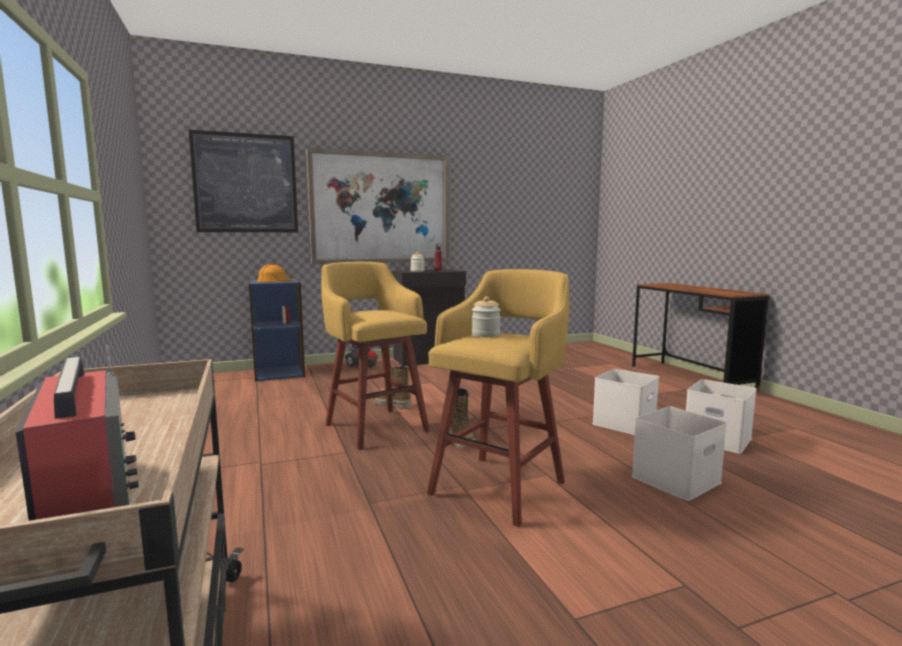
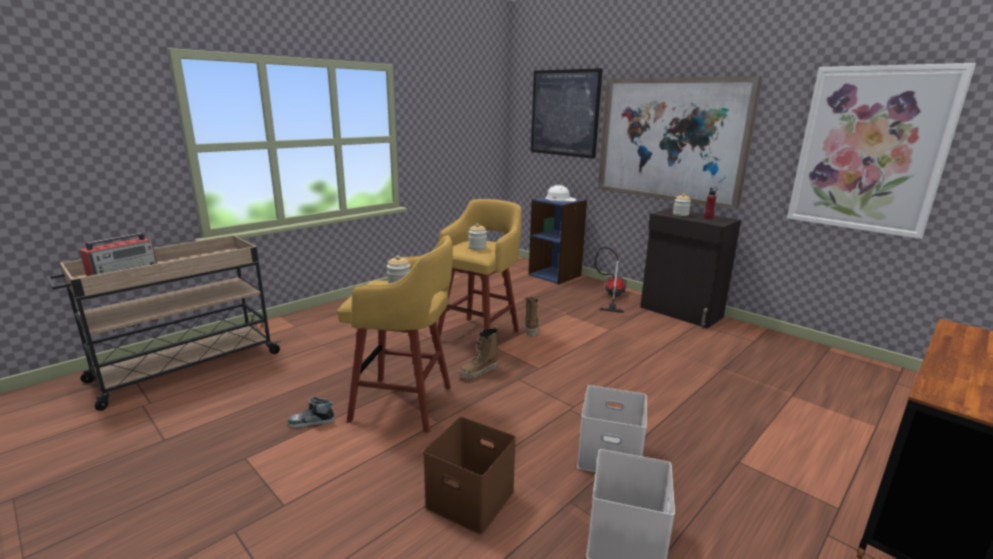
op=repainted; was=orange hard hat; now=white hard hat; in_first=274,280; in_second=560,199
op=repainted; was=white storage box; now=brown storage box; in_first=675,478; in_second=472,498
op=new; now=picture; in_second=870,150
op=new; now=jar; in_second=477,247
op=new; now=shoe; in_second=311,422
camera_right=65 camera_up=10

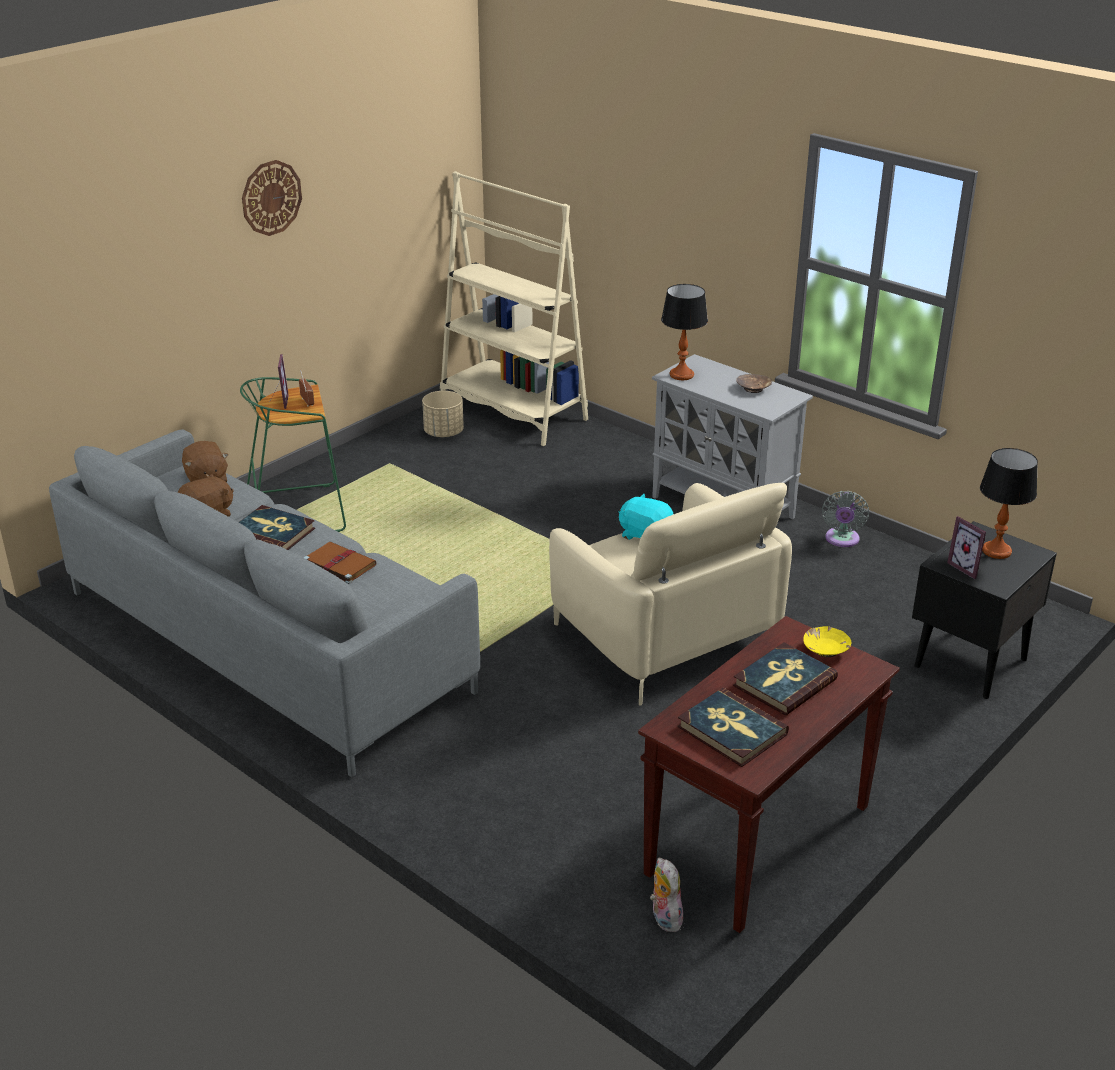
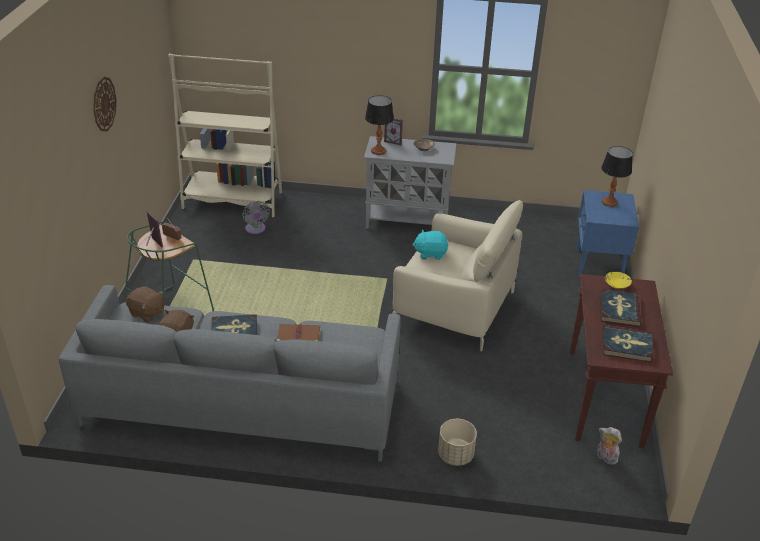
op=shifted; was=beige planter; in_first=443,433; in_second=455,455
op=shifted; was=grey fan; in_first=841,540; in_second=255,229
op=shifted; was=picture frame; in_first=968,567; in_second=394,141
op=repainted; was=black nightstand; now=blue nightstand; in_first=968,663; in_second=598,264
camera_right=-35 camera_up=5

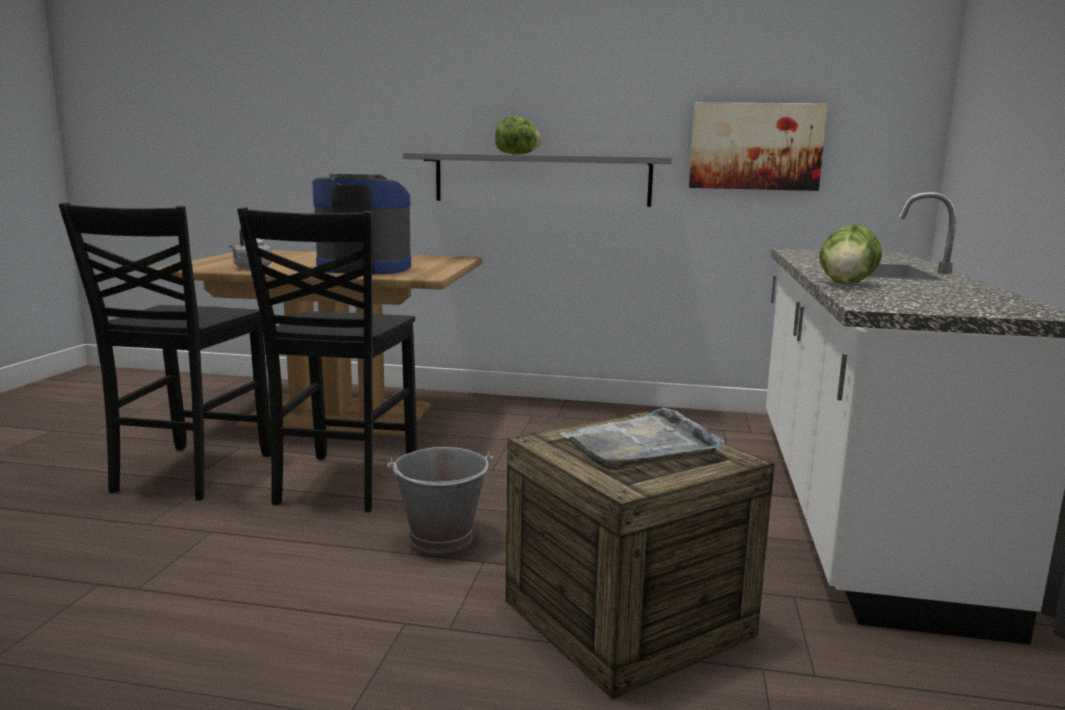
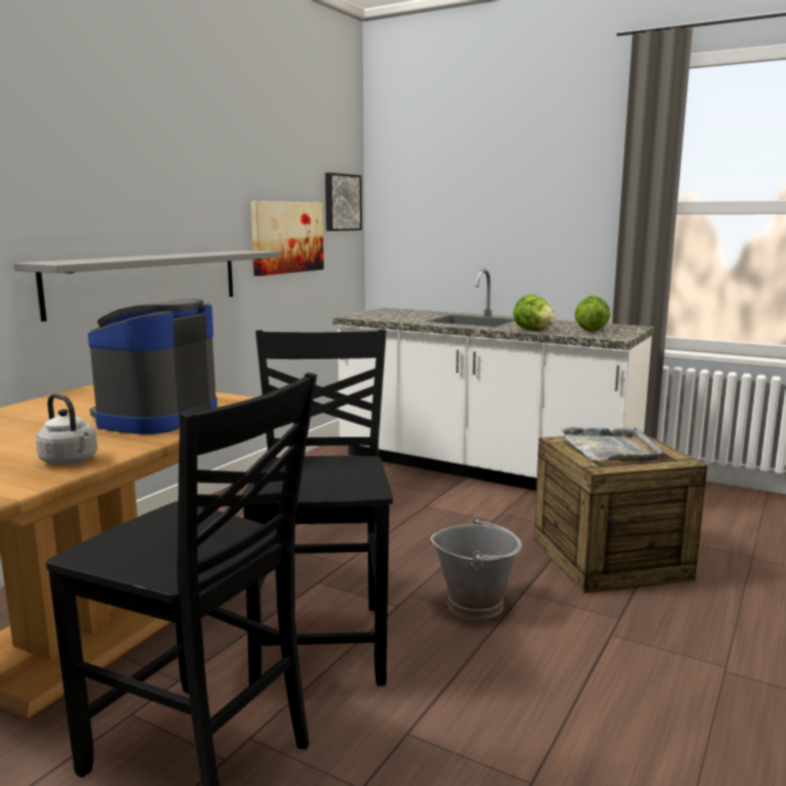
op=shifted; was=lettuce; in_first=517,154; in_second=590,331
op=rotated; was=black chair; in_first=343,484; in_second=324,642; clockwise=-120
op=new; now=picture; in_second=341,202
camera_right=-70 camera_up=0

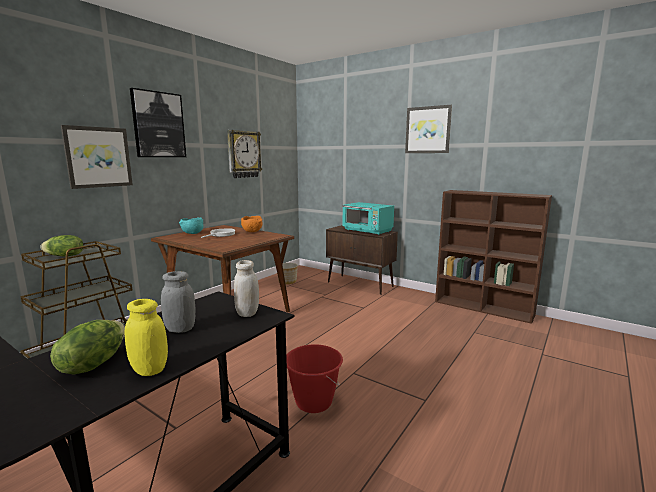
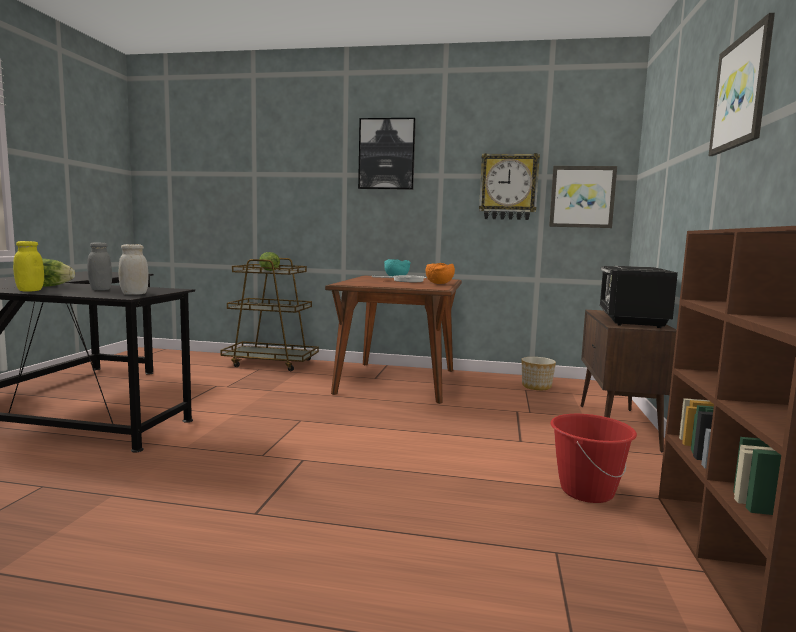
op=shifted; was=picture; in_first=98,157; in_second=582,197
op=repainted; was=turquoise microwave; now=black microwave; in_first=367,231; in_second=631,321
op=shifted; was=red bucket; in_first=313,402; in_second=586,491
camera_right=65 camera_up=-5

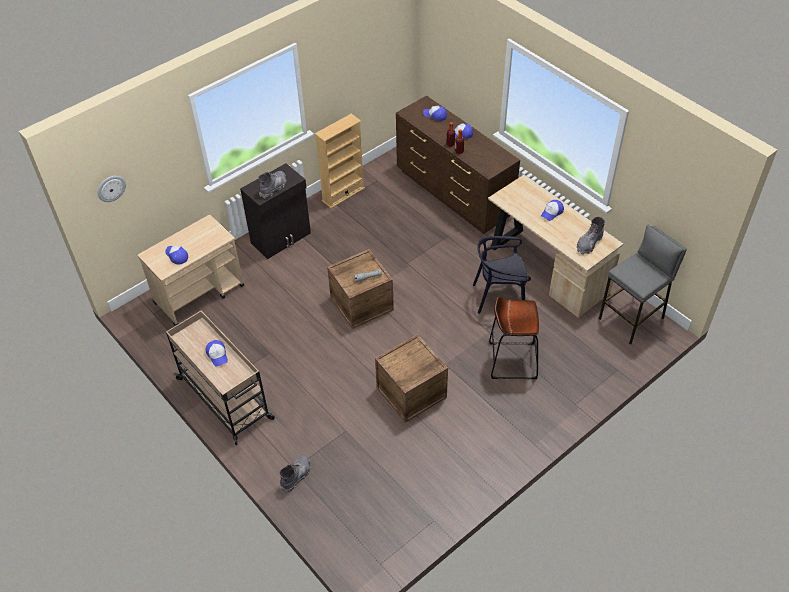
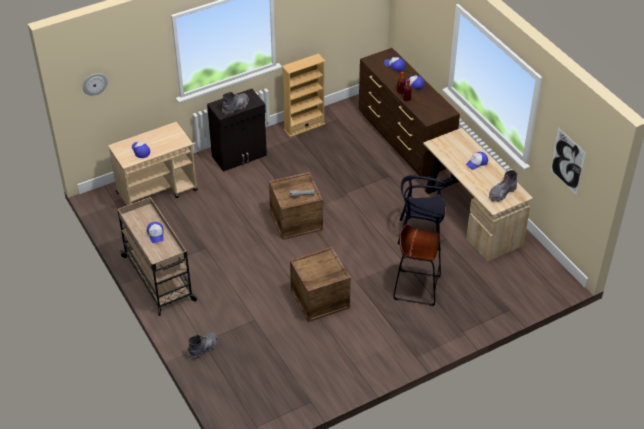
op=gone; was=grey stool; in_first=632,319
op=new; now=picture; in_second=567,161
camera_right=10 camera_up=-5

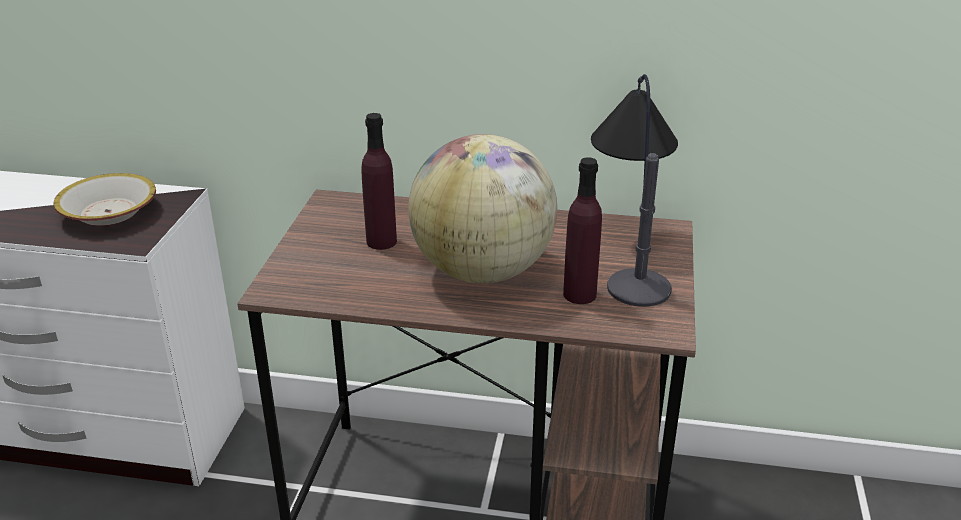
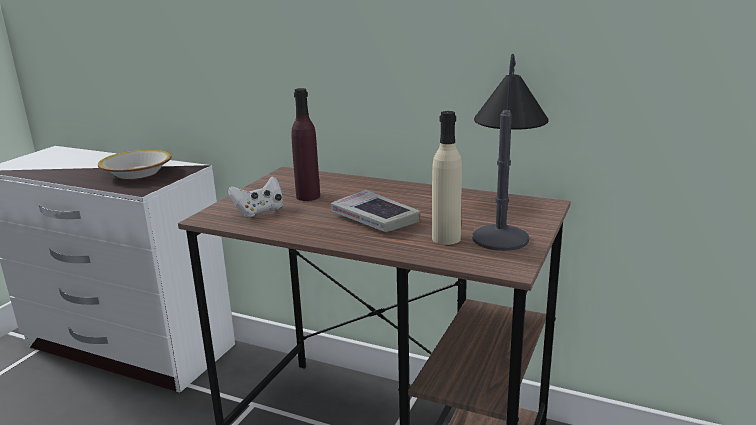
op=swapped; was=globe; now=book; in_first=482,271; in_second=374,218
op=repainted; was=purple bottle; now=beige bottle; in_first=579,294; in_second=446,238
op=new; now=white game controller; in_second=259,211
camera_right=15 camera_up=-10

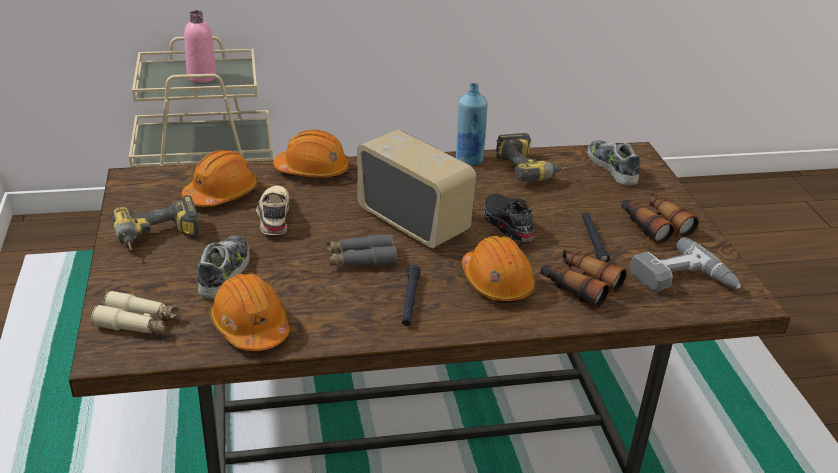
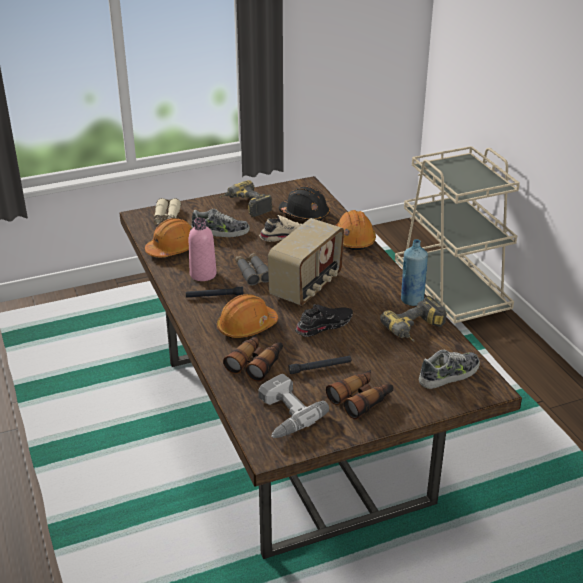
op=shifted; was=pink bottle; in_first=202,77; in_second=203,274
op=repainted; was=orange hard hat; now=black hard hat; in_first=221,194; in_second=304,214
camera_right=80 camera_up=0

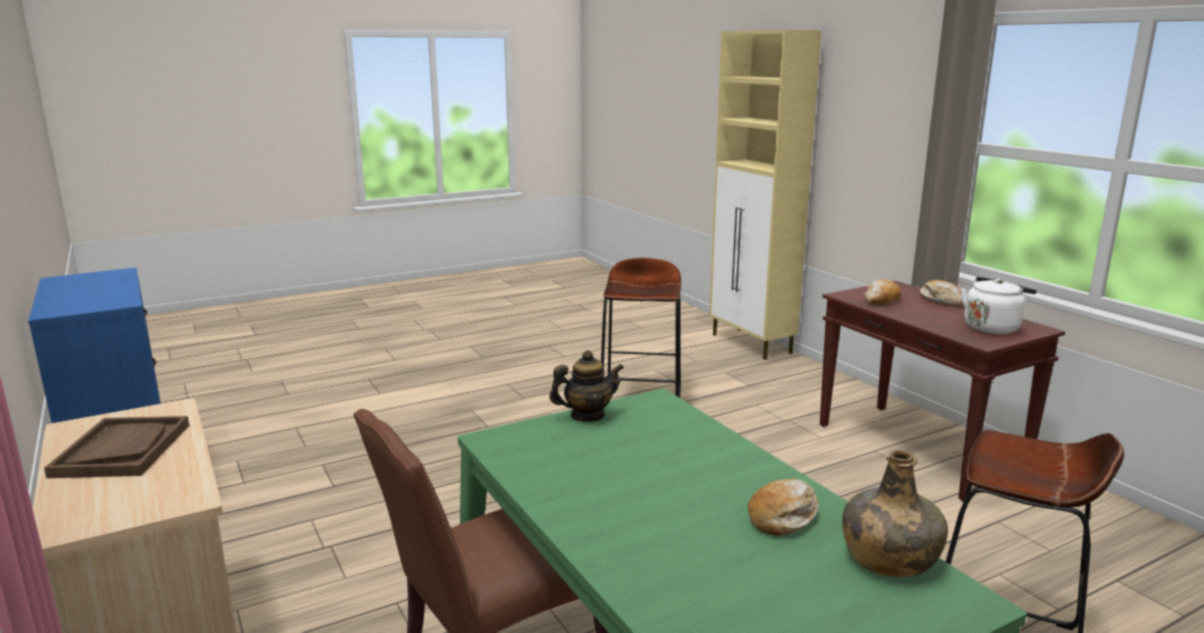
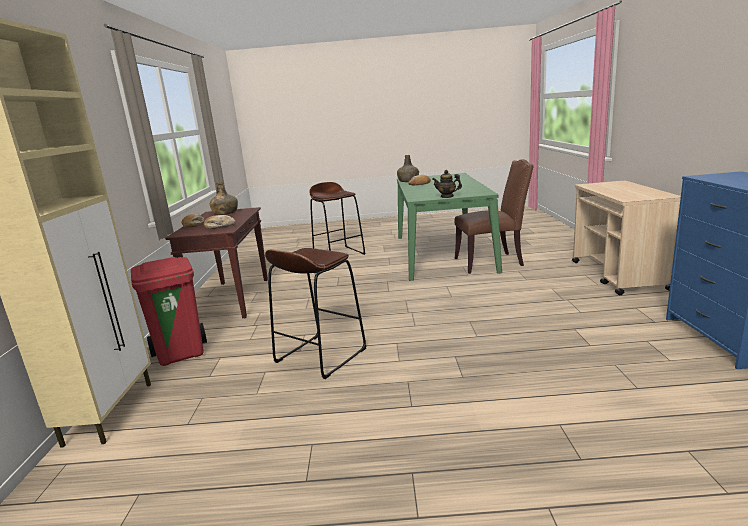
op=swapped; was=white kettle; now=green bottle; in_first=992,327; in_second=225,213
op=gone; was=brown tray; in_first=122,450
op=new; now=red trash can; in_second=181,353
camera_right=-150 camera_up=0

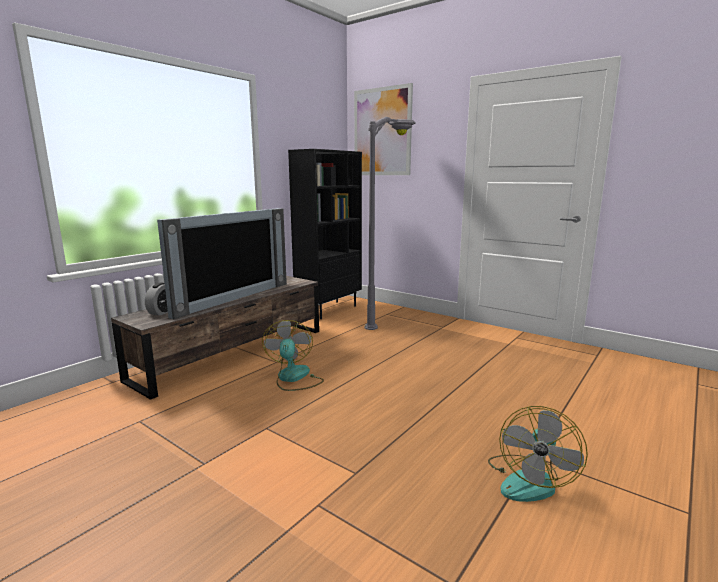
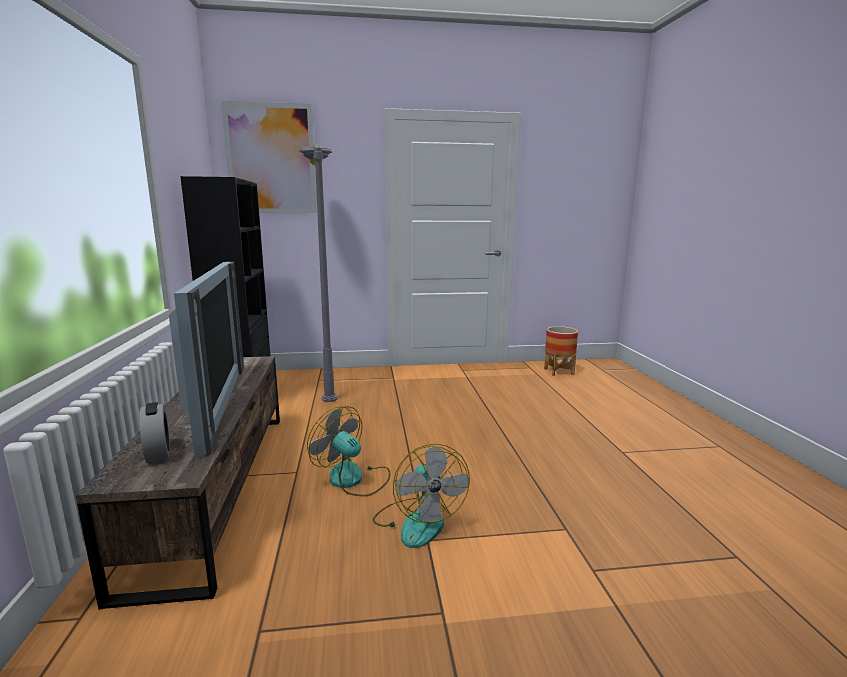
op=shifted; was=fan; in_first=529,480; in_second=418,521
op=new; now=planter; in_second=559,372
camera_right=-45 camera_up=0

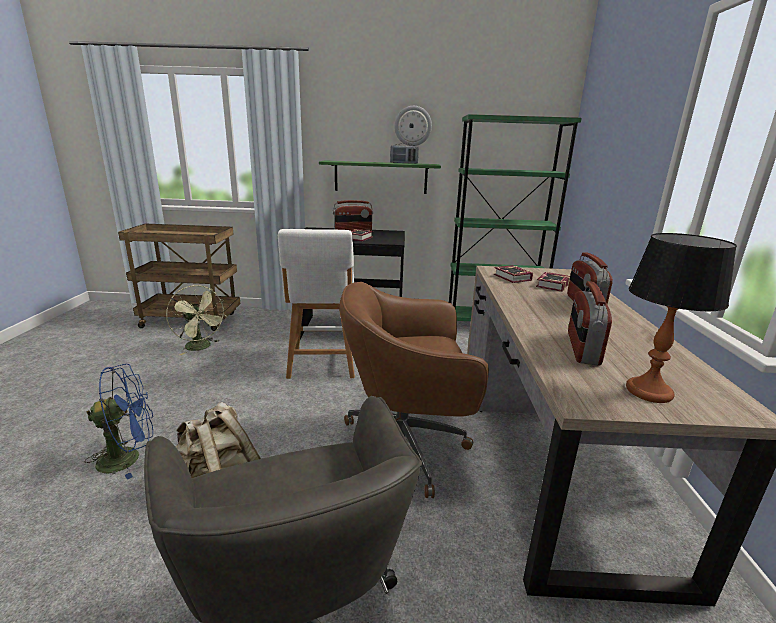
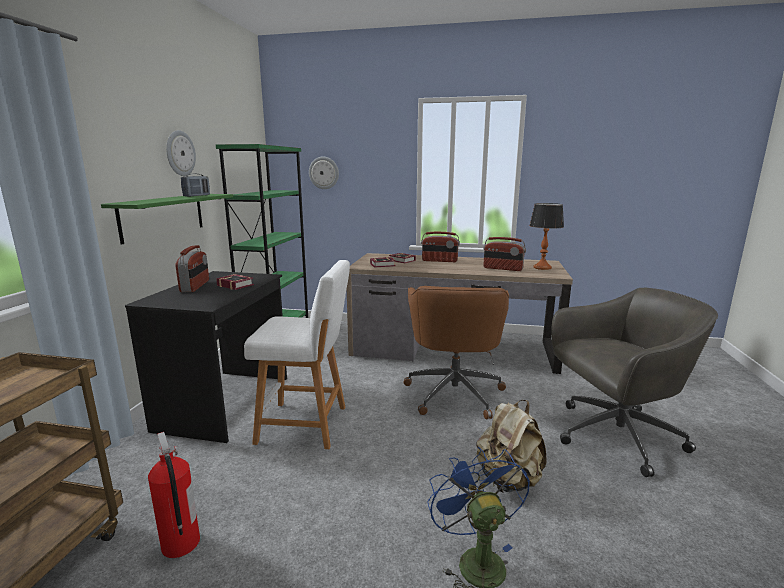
op=swapped; was=green fan; now=fire extinguisher; in_first=201,347; in_second=180,545
op=new; now=wall clock; in_second=324,173
camera_right=-80 camera_up=-5

